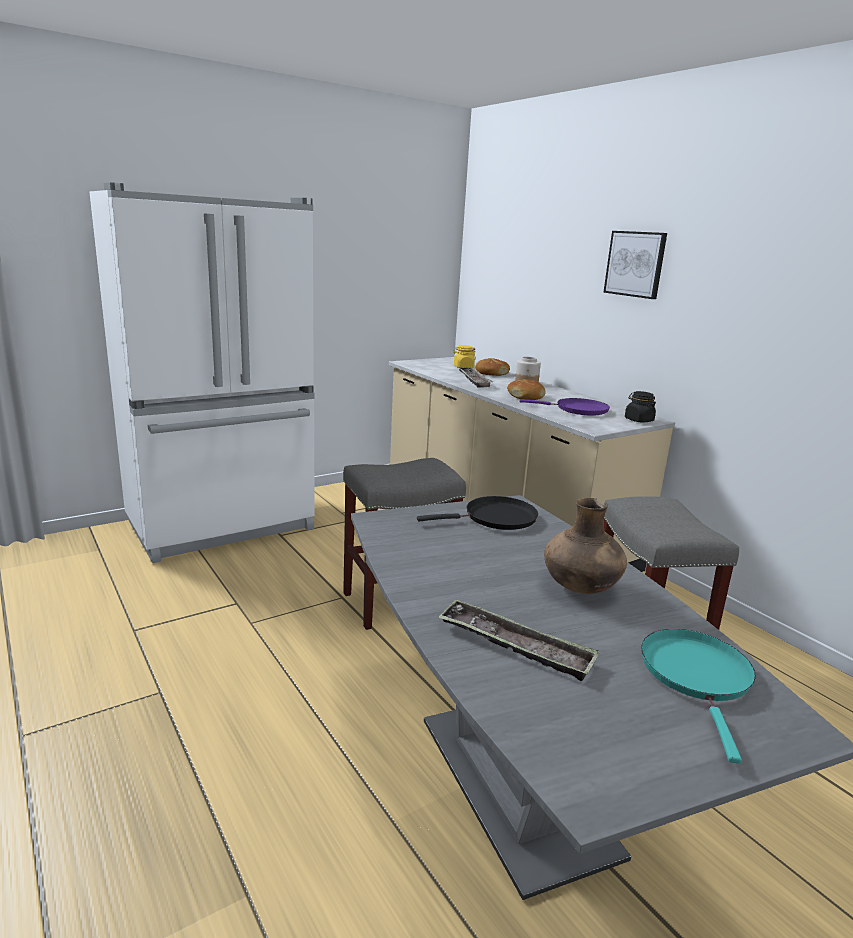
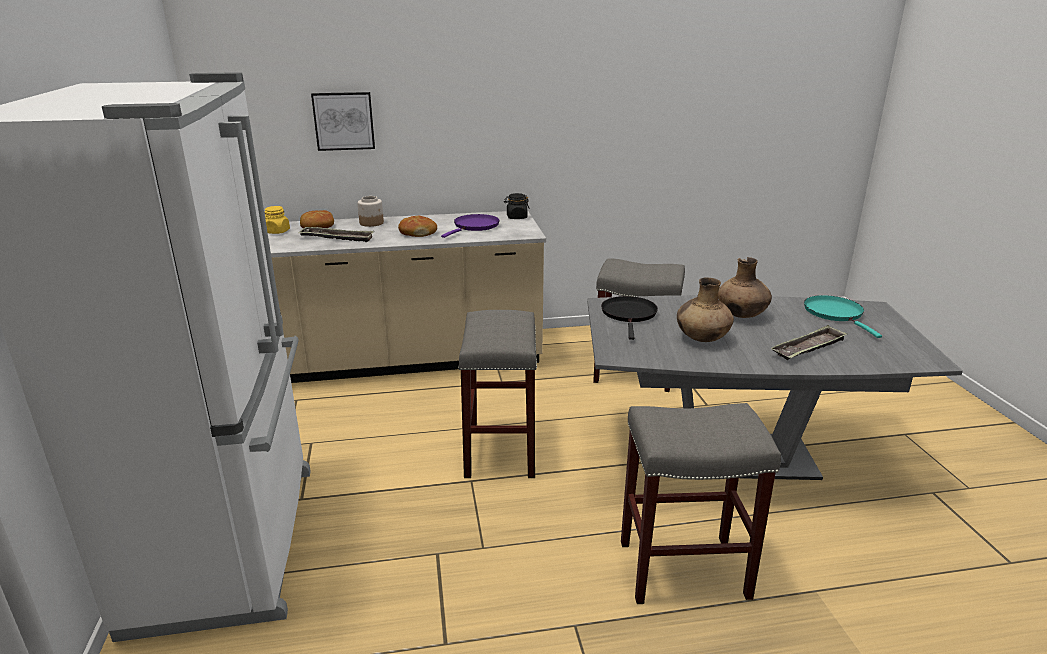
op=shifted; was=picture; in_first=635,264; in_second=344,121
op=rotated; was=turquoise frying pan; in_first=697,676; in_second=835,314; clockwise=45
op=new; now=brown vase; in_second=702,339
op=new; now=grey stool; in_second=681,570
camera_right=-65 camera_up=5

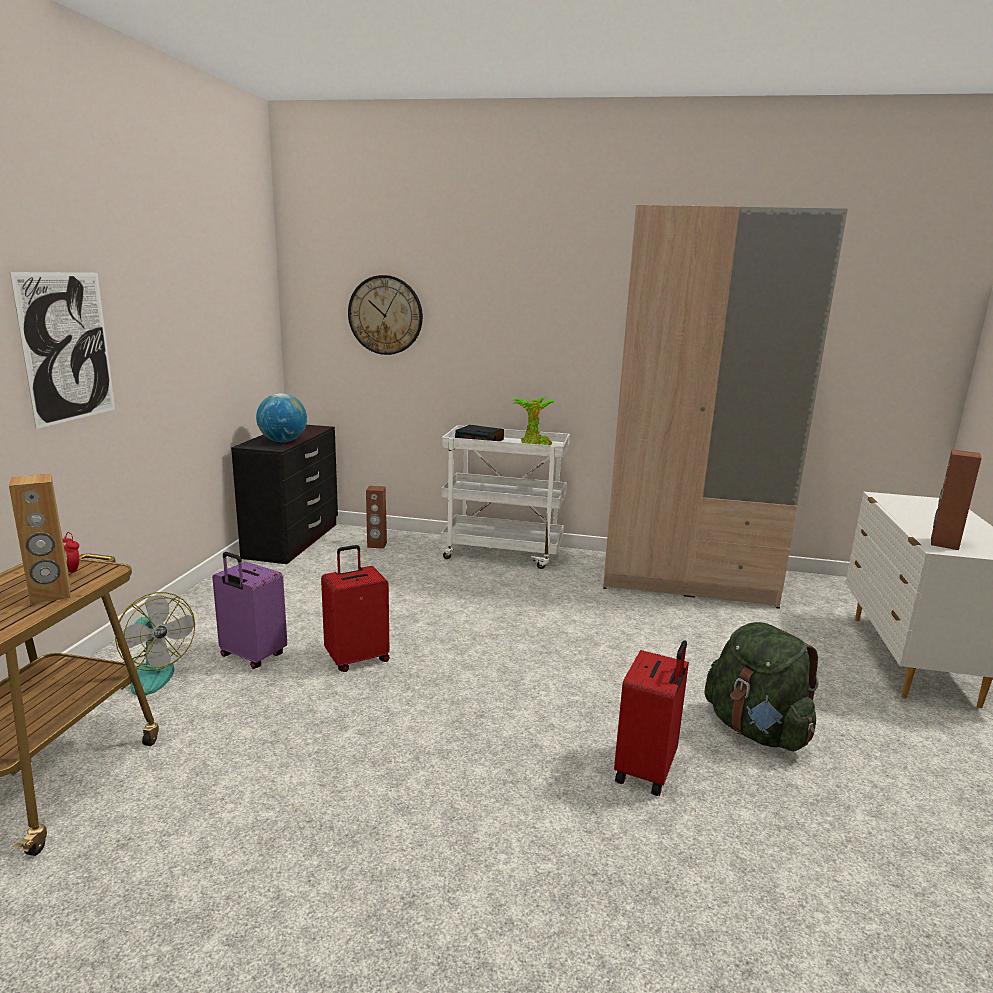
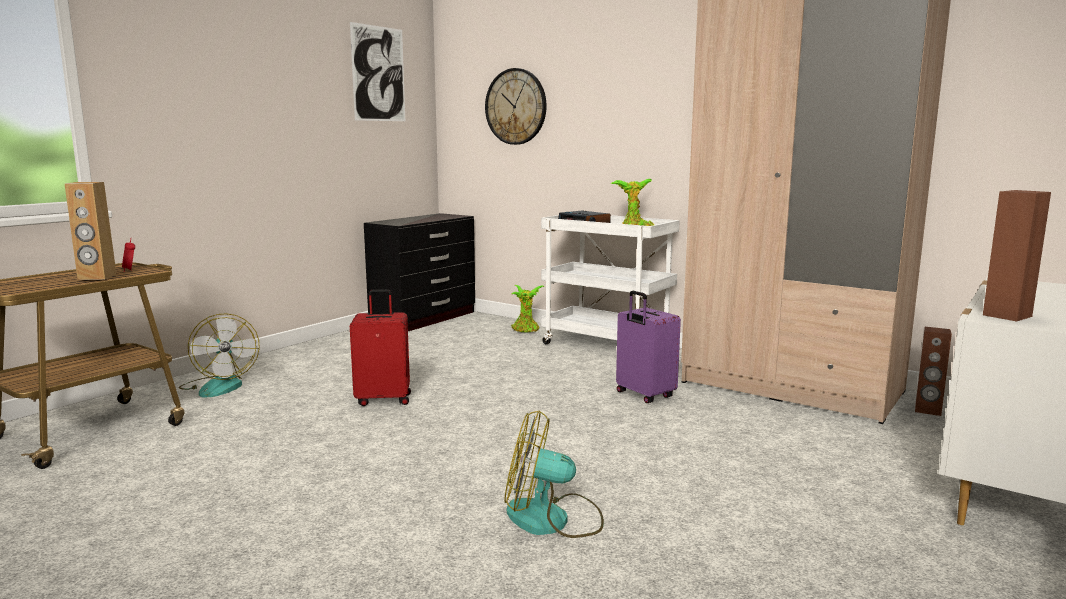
op=shifted; was=picture; in_first=67,347; in_second=378,74
op=gone; was=globe; in_first=283,441
op=shifted; was=brown speaker; in_first=377,545; in_second=928,410
op=shifted; was=purple suitcase; in_first=252,656; in_second=644,395
op=gone; was=green backpack; in_first=756,730
op=swapped; was=red suitcase; now=fan; in_first=647,770; in_second=552,519
op=new; now=potted plant; in_second=526,330
camera_right=25 camera_up=-5

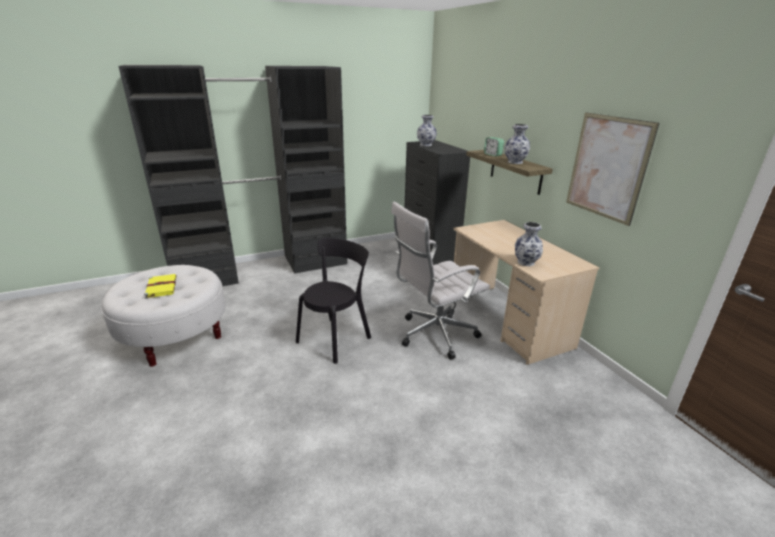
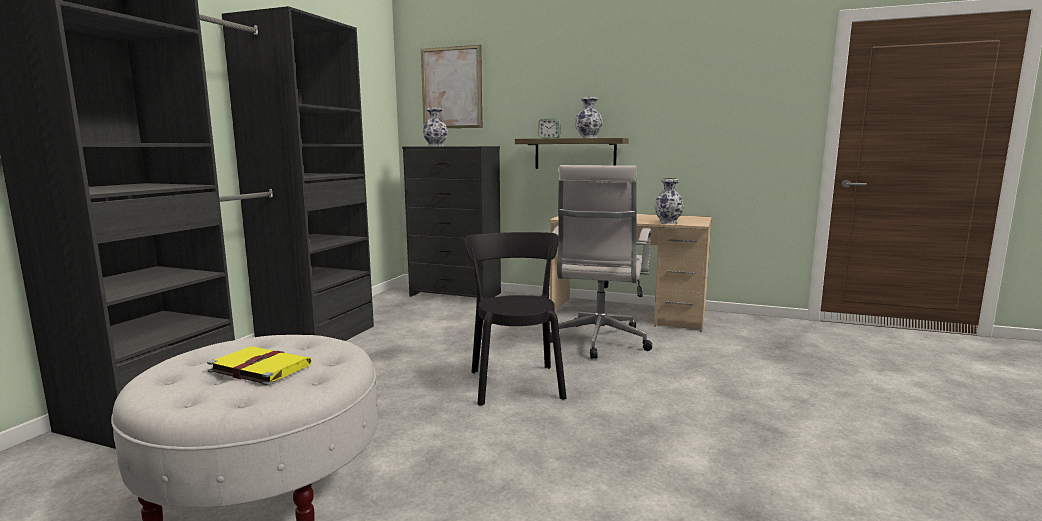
op=shifted; was=picture; in_first=607,167; in_second=451,88
camera_right=-45 camera_up=-15

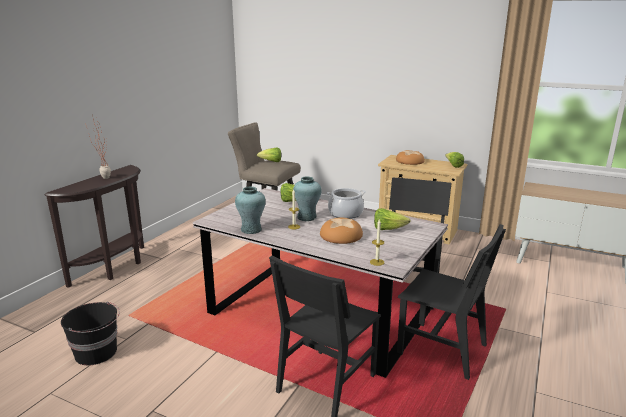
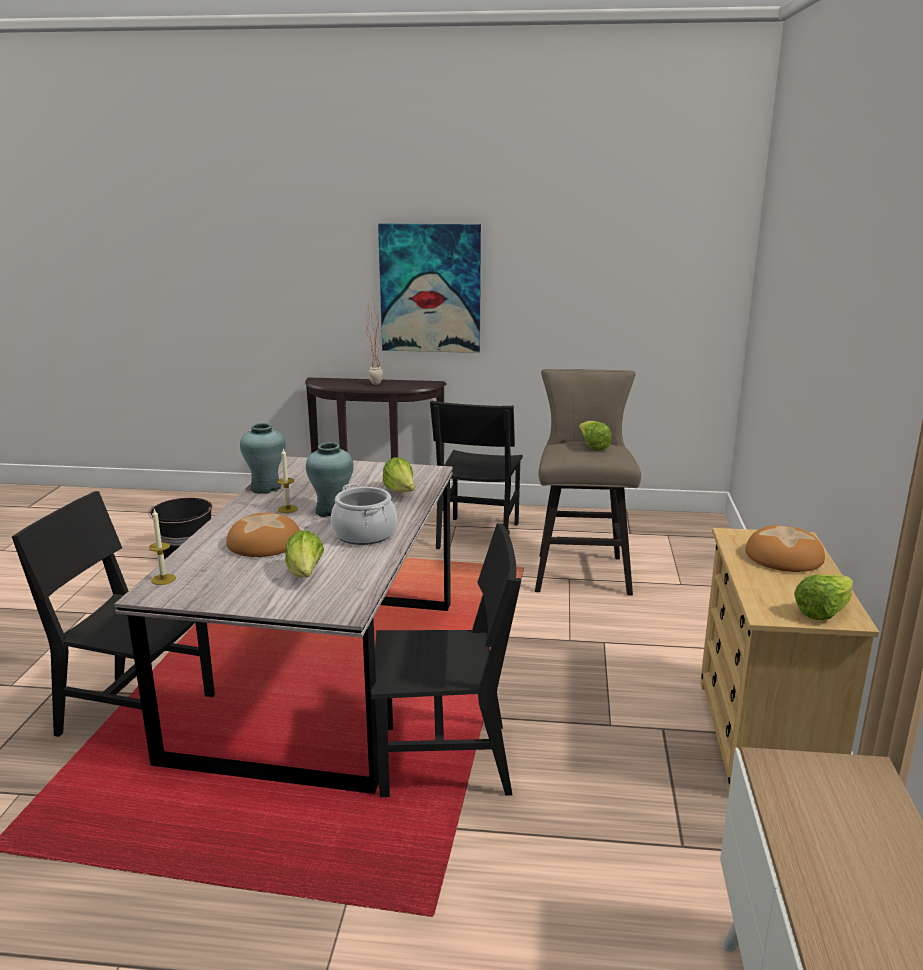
op=shifted; was=black chair; in_first=442,350; in_second=478,535
op=new; now=picture; in_second=430,288
camera_right=70 camera_up=0

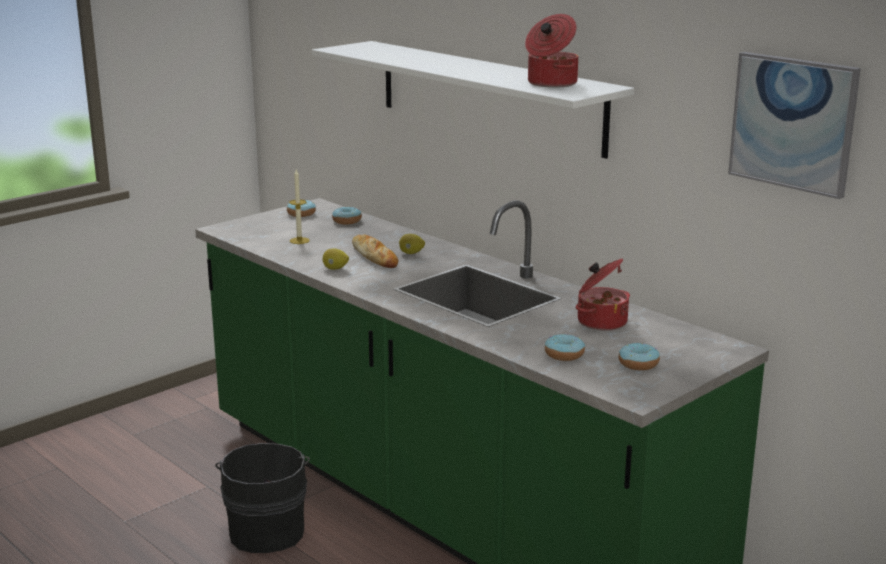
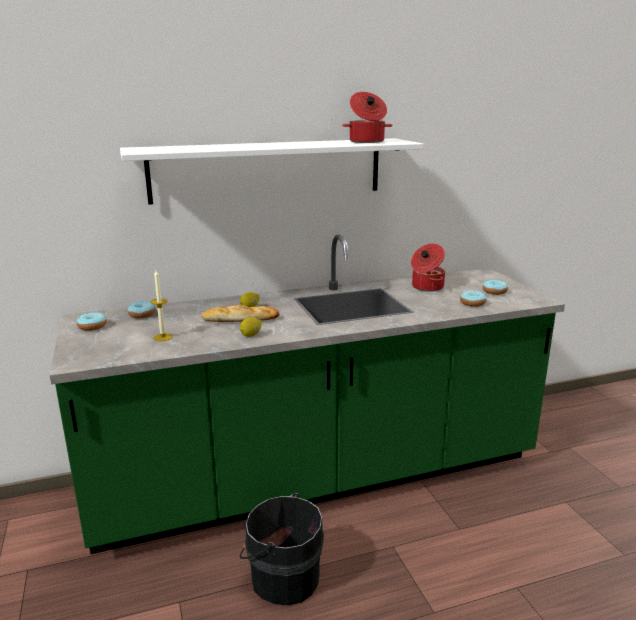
op=gone; was=picture; in_first=793,123
camera_right=-65 camera_up=0

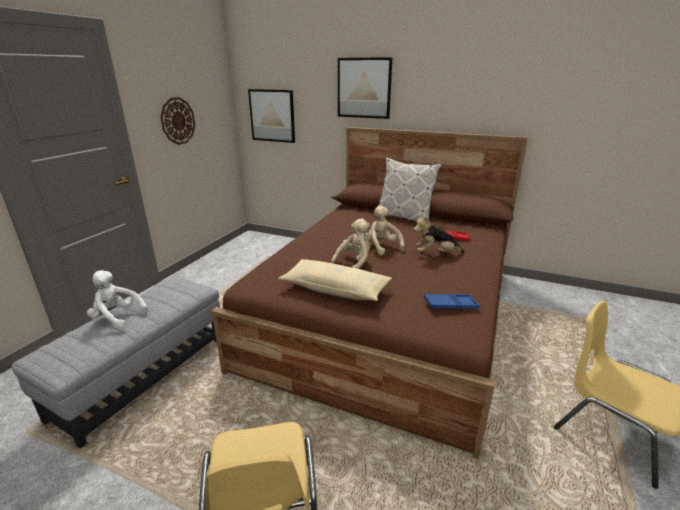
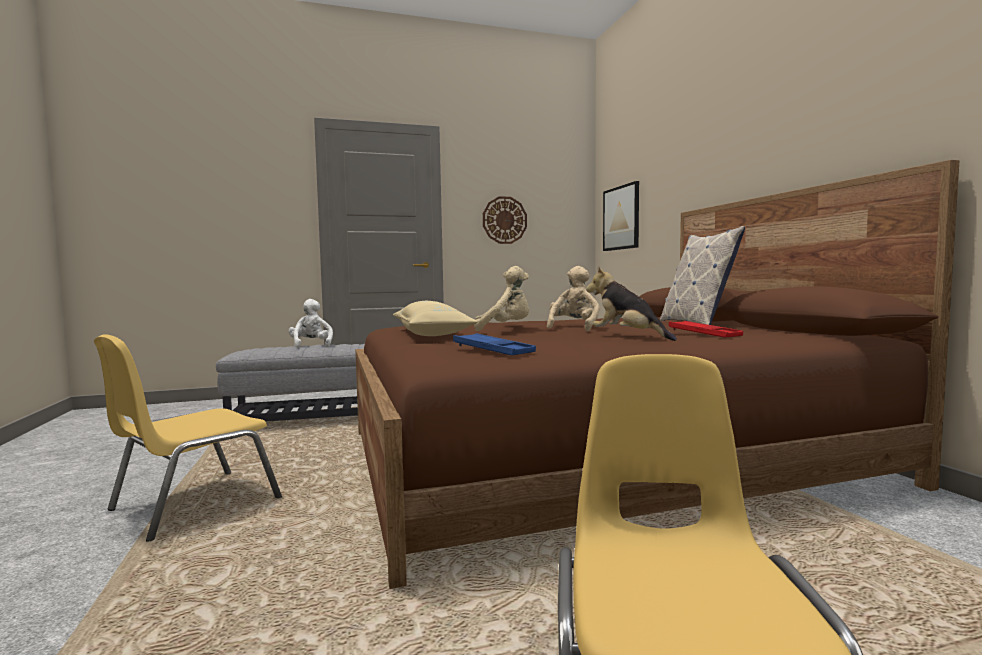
op=gone; was=picture; in_first=364,88
camera_right=50 camera_up=-20

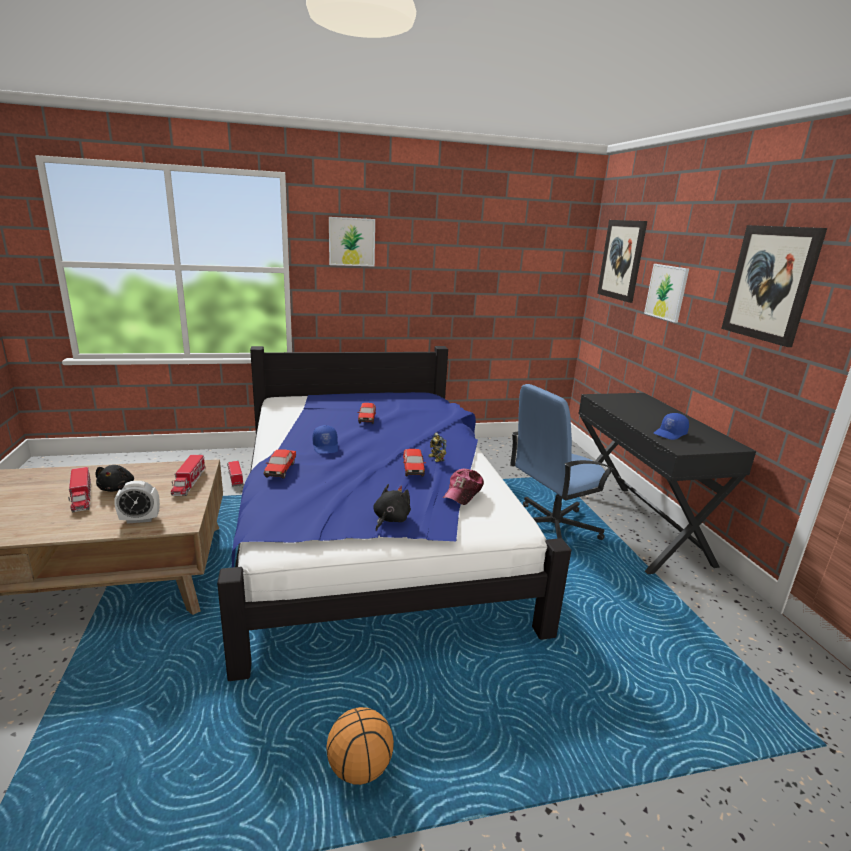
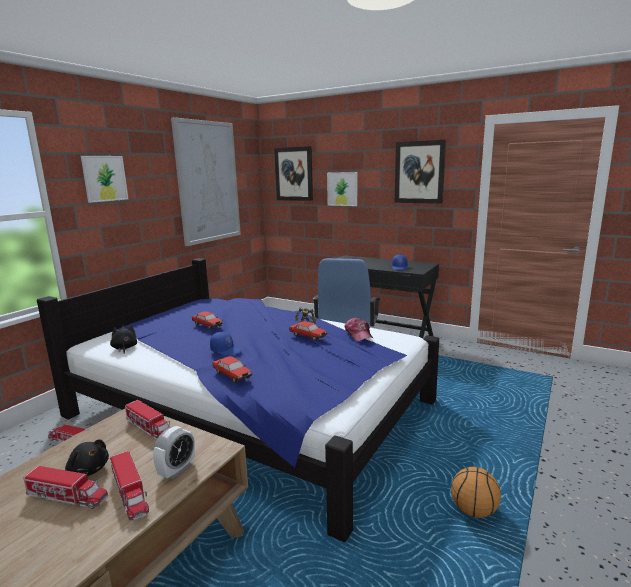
op=shifted; was=black plush toy; in_first=390,519; in_second=124,348
op=new; now=picture; in_second=208,182
op=new; now=toy truck; in_second=130,493
camera_right=-45 camera_up=-5

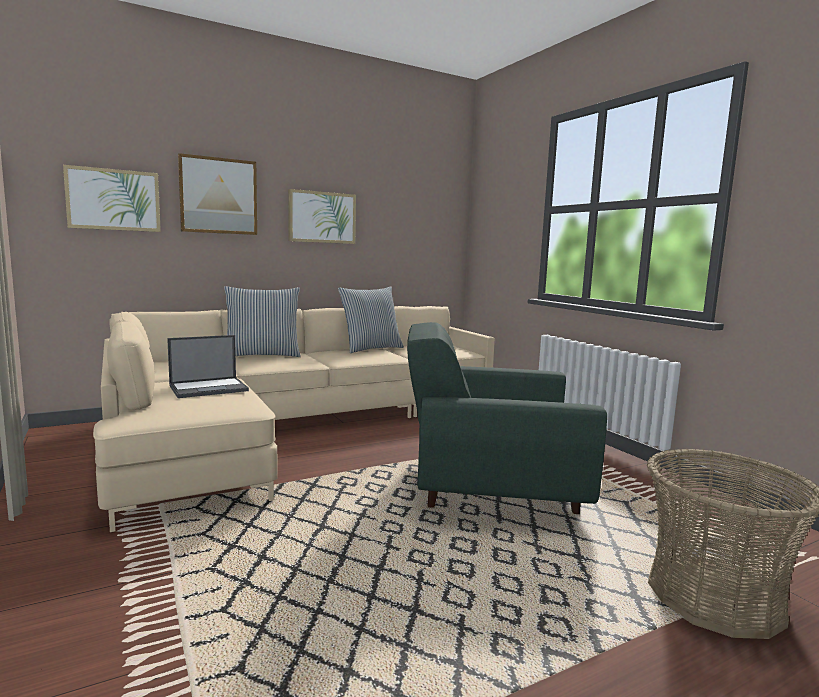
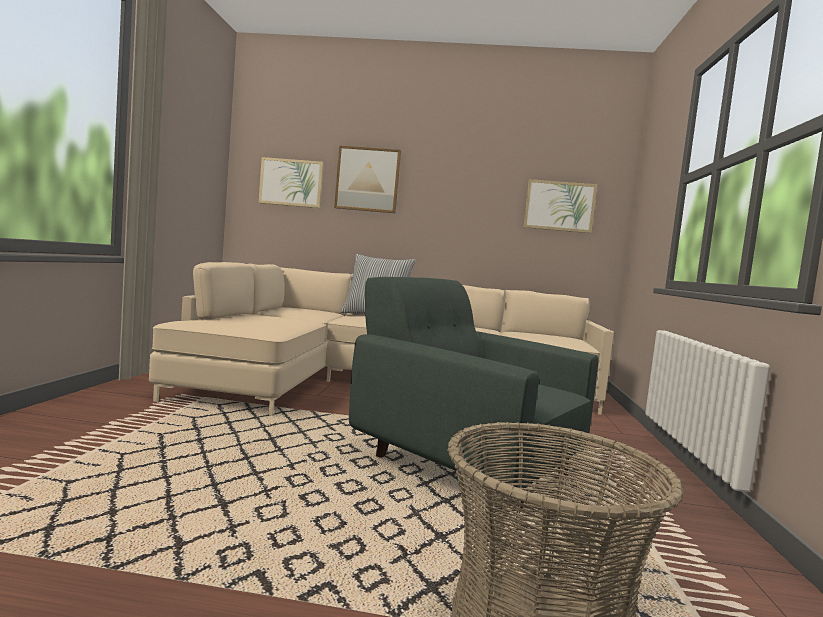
op=shifted; was=picture; in_first=322,217; in_second=559,206
op=gone; was=pillow; in_first=371,349
op=gone; was=laptop; in_first=209,388
camera_right=35 camera_up=-5

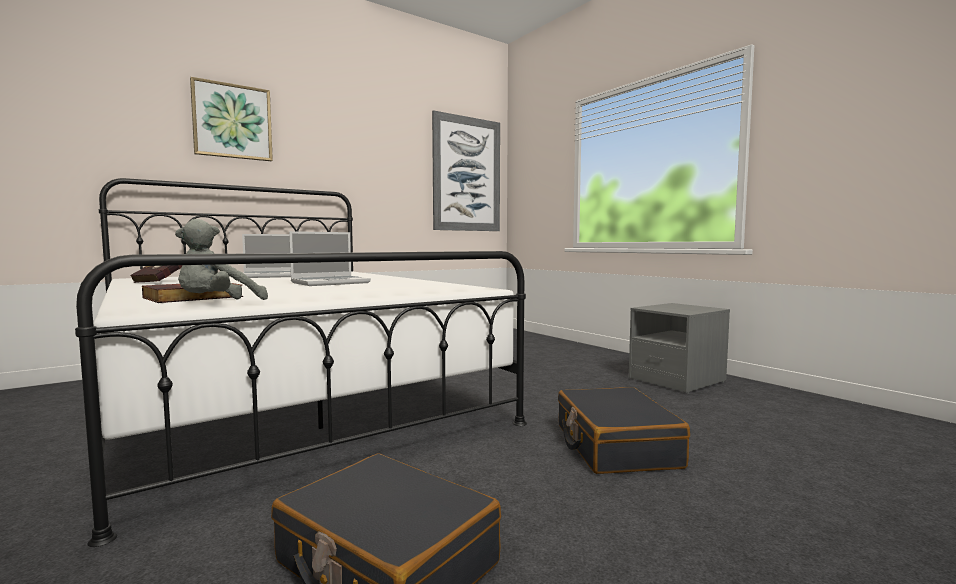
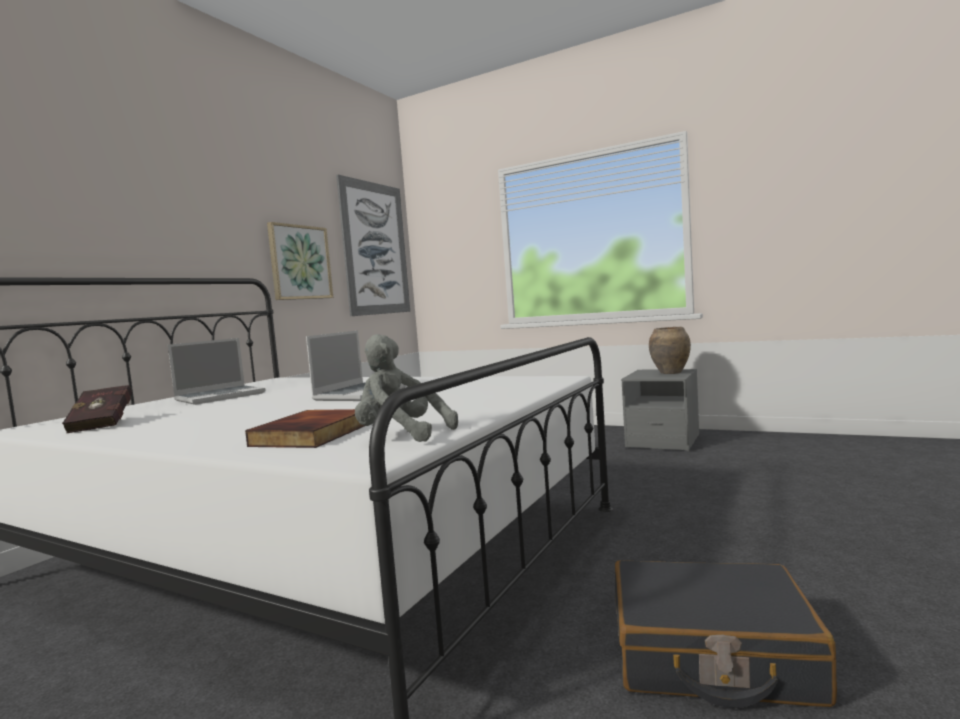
op=shifted; was=picture; in_first=232,121; in_second=300,262
op=rotated; was=grey plush toy; in_first=217,304; in_second=400,436; clockwise=105
op=gone; was=black suitcase; in_first=615,446
op=new; now=brown vase; in_second=671,372
camera_right=-25 camera_up=0

